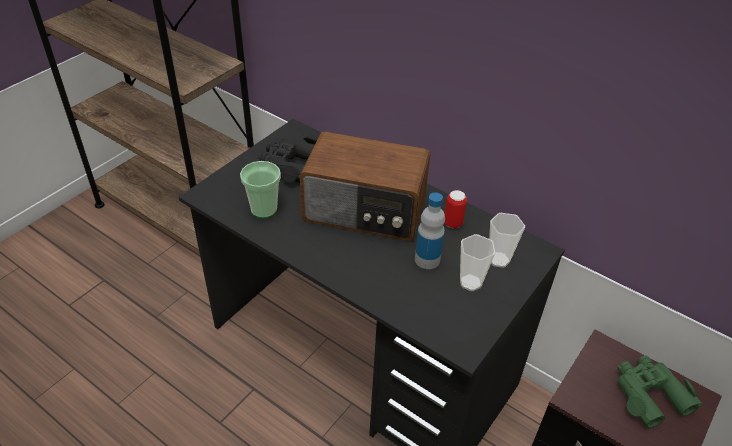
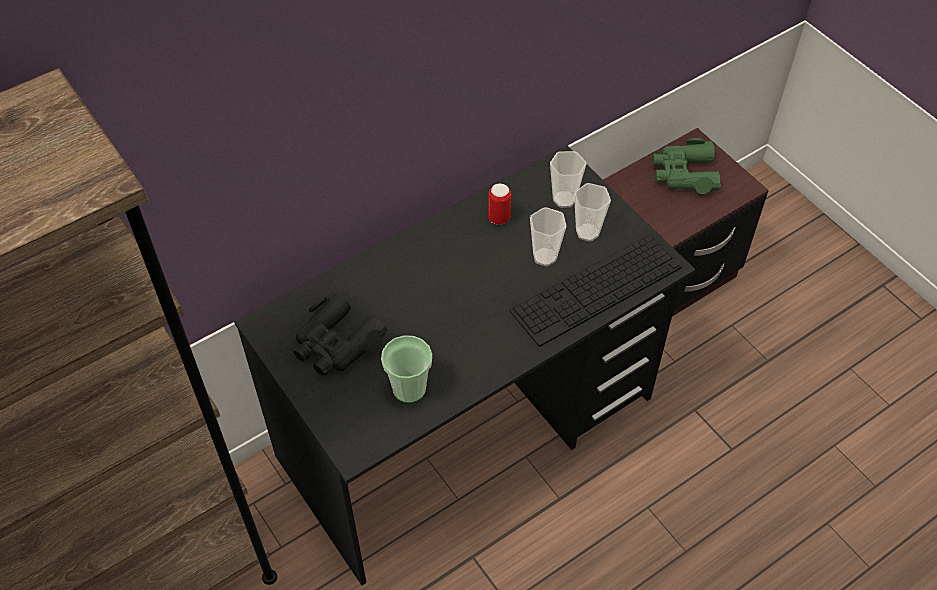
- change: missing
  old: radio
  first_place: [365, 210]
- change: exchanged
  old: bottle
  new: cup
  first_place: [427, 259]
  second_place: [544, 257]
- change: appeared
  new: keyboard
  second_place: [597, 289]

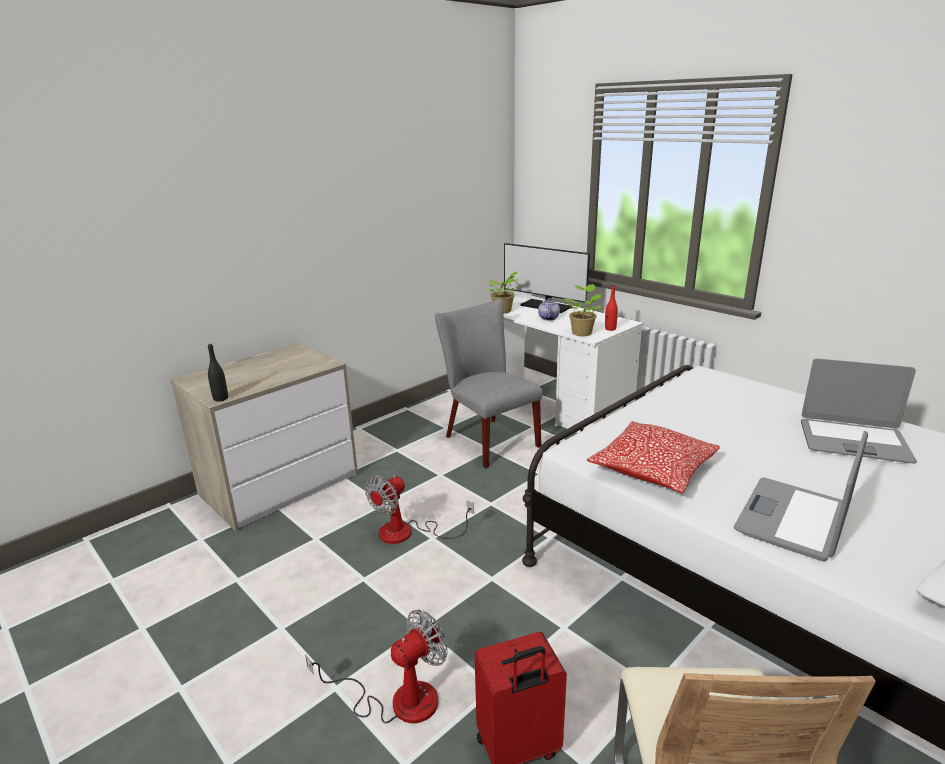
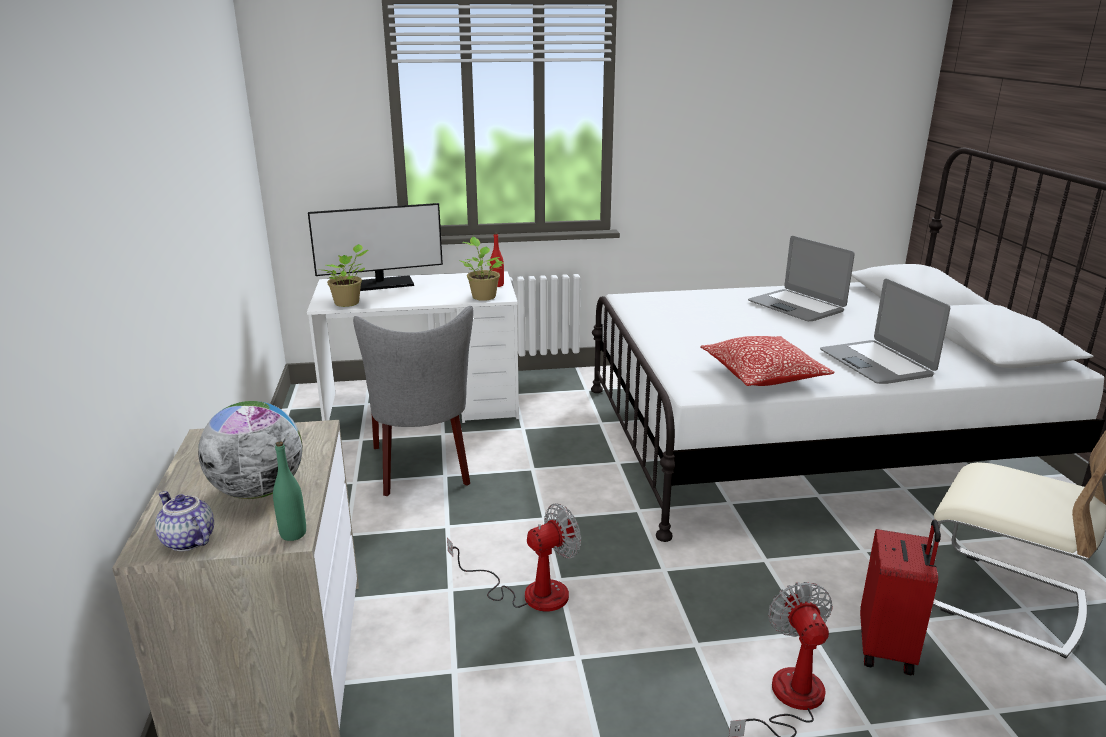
- change: relocated
  old: teapot
  first_place: [548, 318]
  second_place: [187, 541]
- change: spun
  old: chair (grey)
  first_place: [487, 439]
  second_place: [423, 469]
  degrees: -105
- change: colour
  old: bottle (black)
  new: bottle (green)
  first_place: [220, 398]
  second_place: [293, 534]
- change: spun
  old: laptop
  first_place: [853, 441]
  second_place: [796, 306]
  degrees: 90
- change: spun
  old: fan
  first_place: [408, 533]
  second_place: [530, 592]
  degrees: -105
- change: appeared
  new: globe
  second_place: [258, 491]

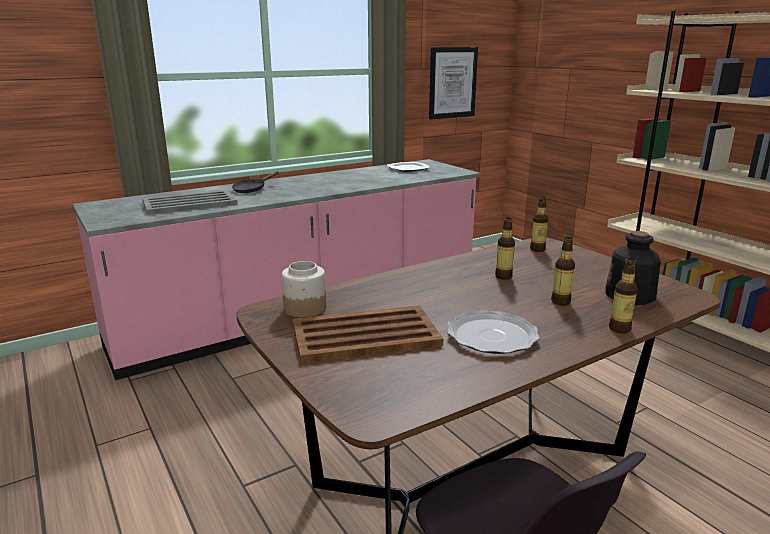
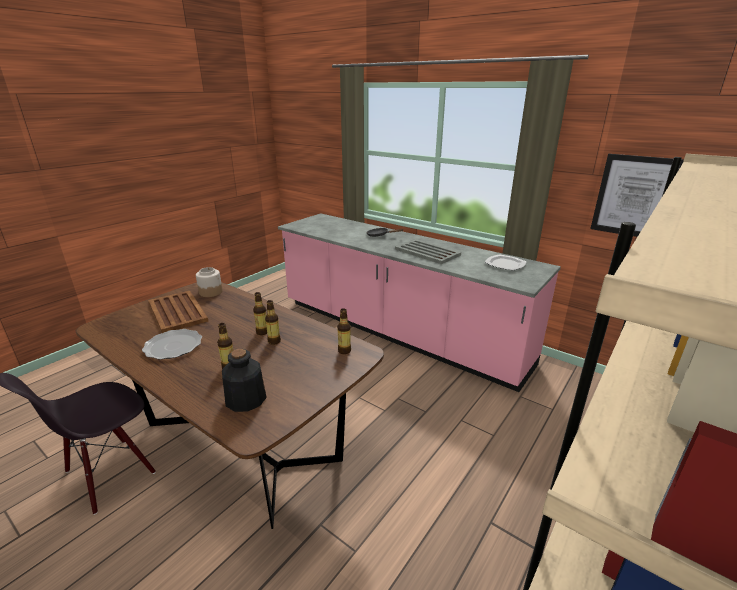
- change: relocated
  old: tray (grey)
  first_place: [191, 203]
  second_place: [427, 252]
- change: relocated
  old: bottle
  first_place: [619, 329]
  second_place: [262, 332]

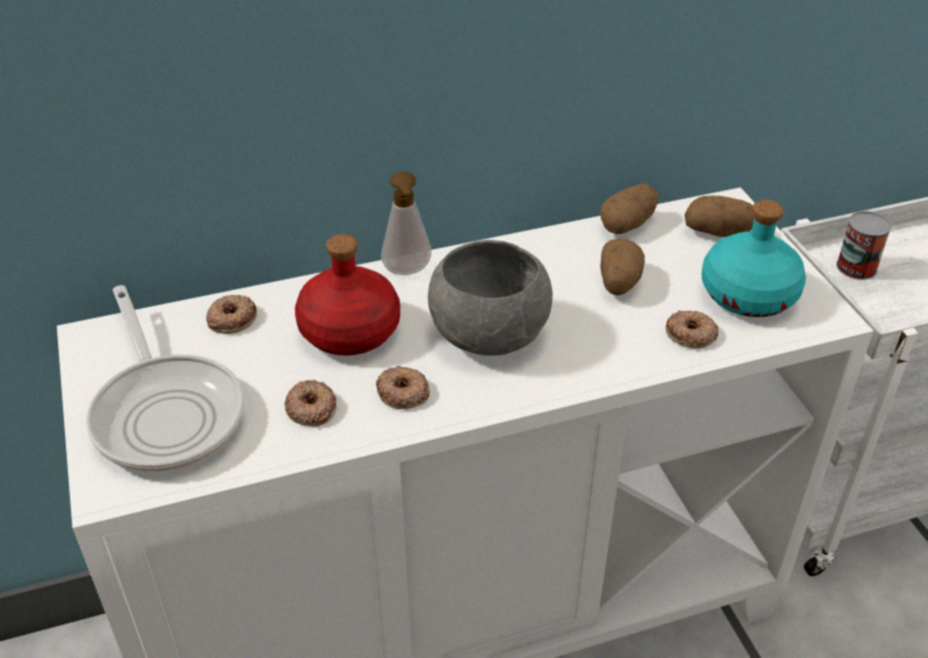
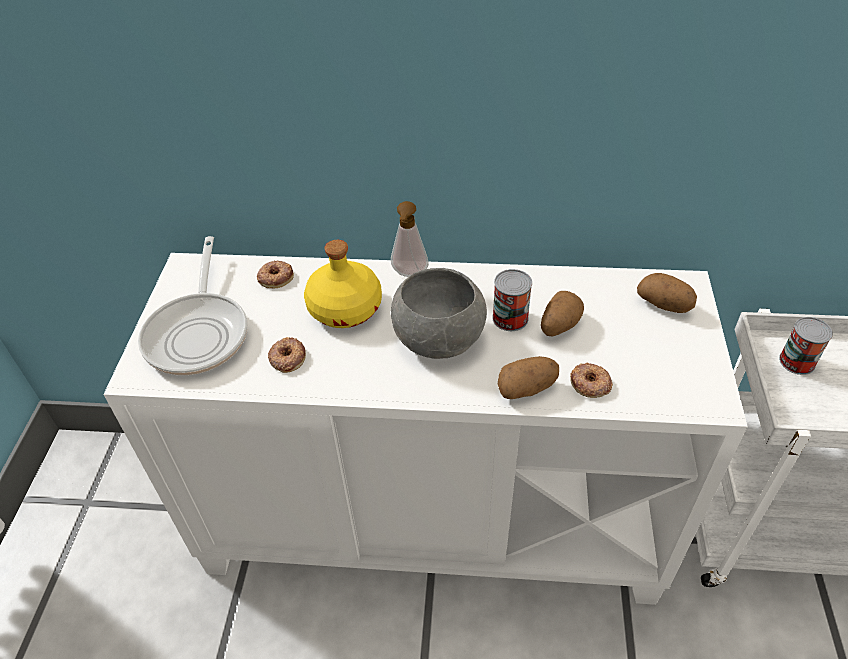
- change: relocated
  old: potato
  first_place: [627, 224]
  second_place: [527, 388]
- change: missing
  old: bottle (turquoise)
  first_place: [749, 295]
- change: colour
  old: bottle (red)
  new: bottle (yellow)
  first_place: [351, 330]
  second_place: [346, 308]
- change: missing
  old: donut
  first_place: [402, 392]
- change: appeared
  new: can
  second_place: [510, 318]

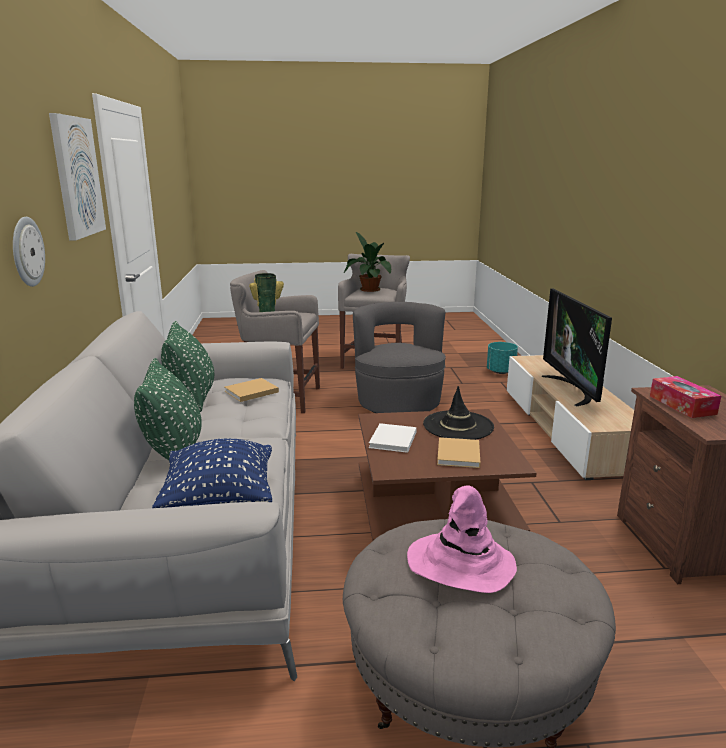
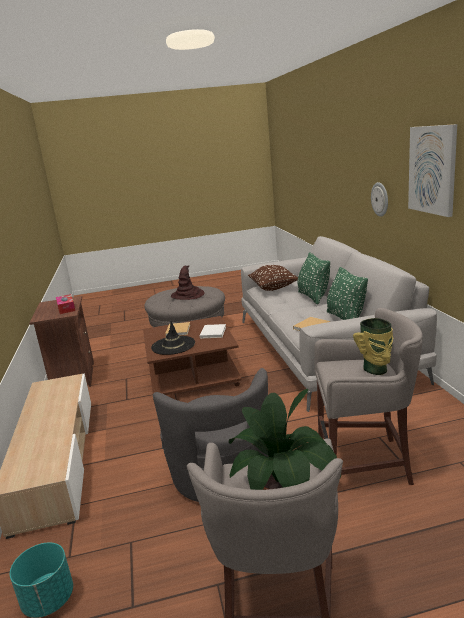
- change: missing
  old: television
  first_place: [572, 390]
- change: colour
  old: pillow (blue)
  new: pillow (brown)
  first_place: [220, 502]
  second_place: [273, 288]
- change: colour
  old: hat (pink)
  new: hat (brown)
  first_place: [460, 564]
  second_place: [188, 295]

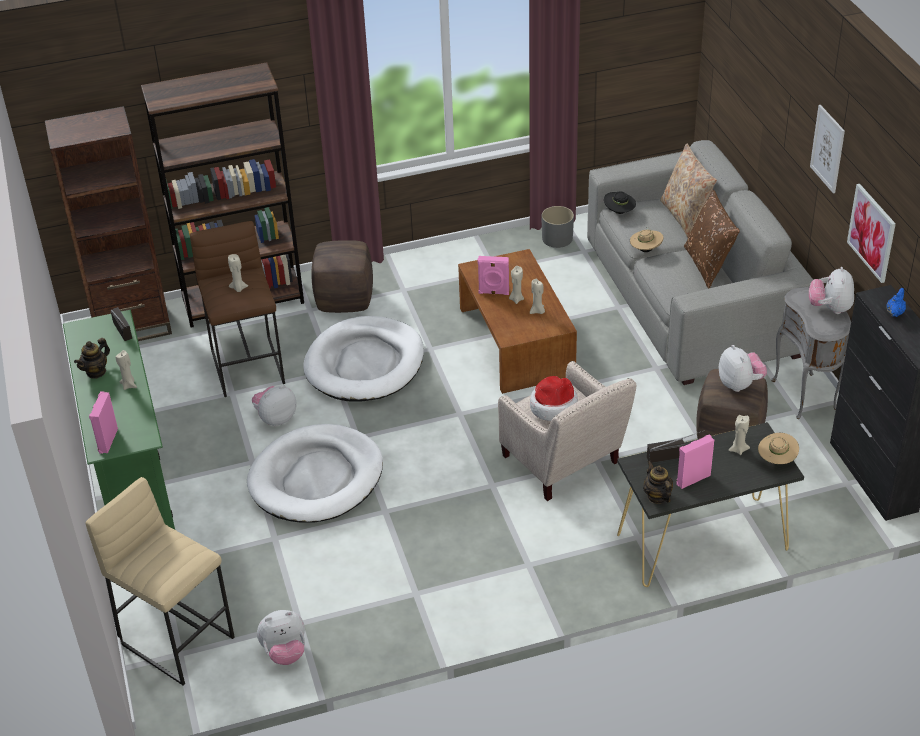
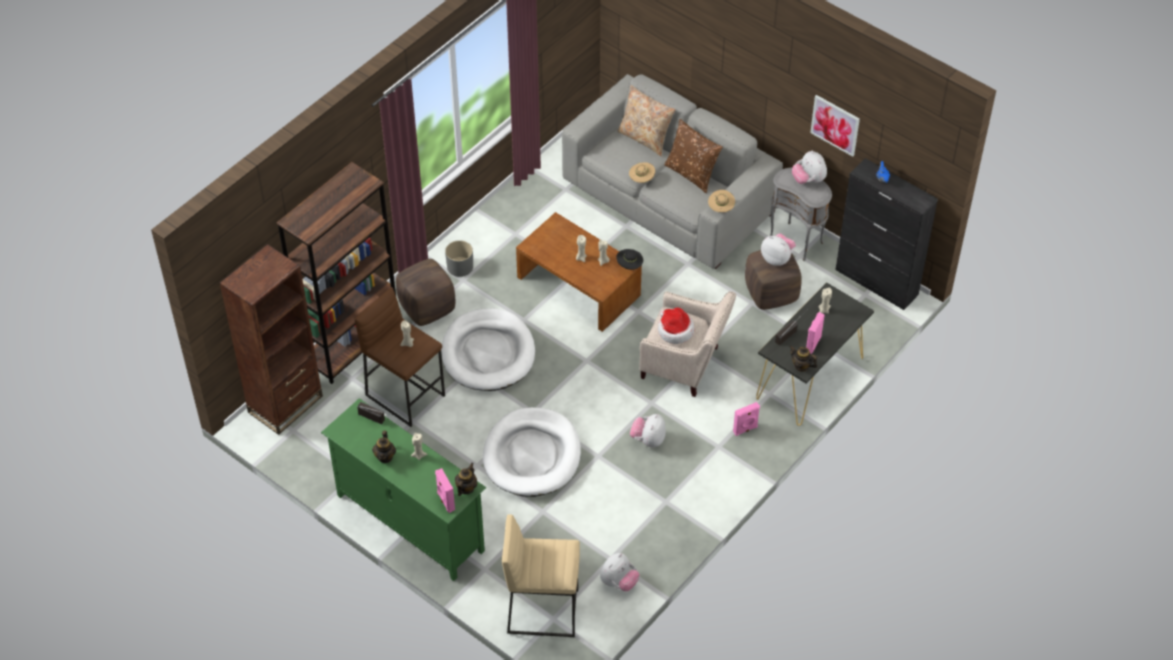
- change: missing
  old: picture
  first_place: [827, 149]
- change: relocated
  old: hat (black)
  first_place: [619, 212]
  second_place: [629, 265]
- change: relocated
  old: planter (grey)
  first_place: [557, 238]
  second_place: [460, 266]
- change: relocated
  old: speaker (pink)
  first_place: [493, 292]
  second_place: [745, 430]
- change: relocated
  old: plush toy
  first_place: [276, 418]
  second_place: [648, 440]
- change: relocated
  old: hat (beige)
  first_place: [776, 460]
  second_place: [721, 208]
- change: appeared
  new: teapot
  second_place: [466, 488]

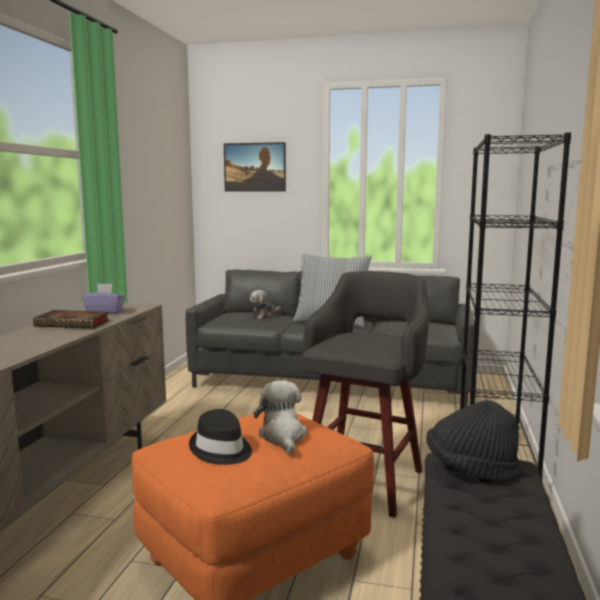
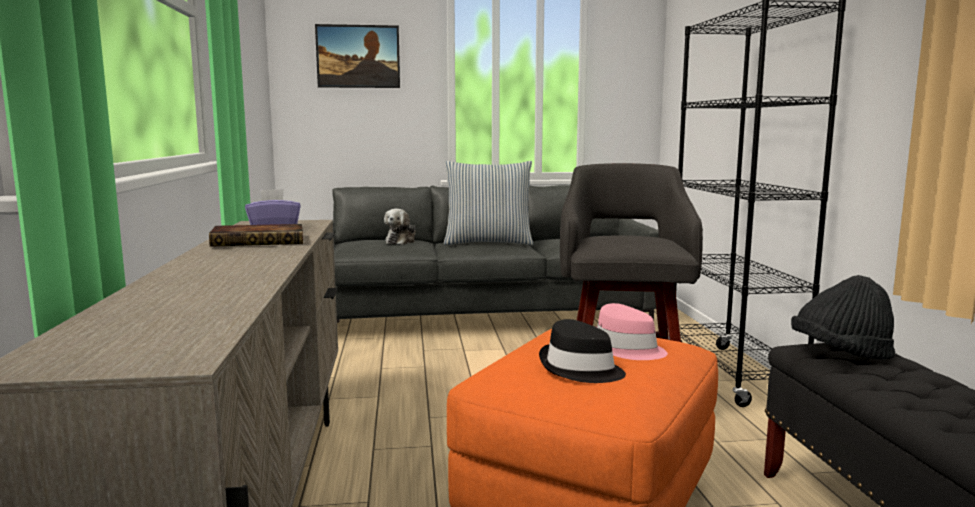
- change: exchanged
  old: plush toy
  new: hat (pink)
  first_place: [283, 437]
  second_place: [626, 348]

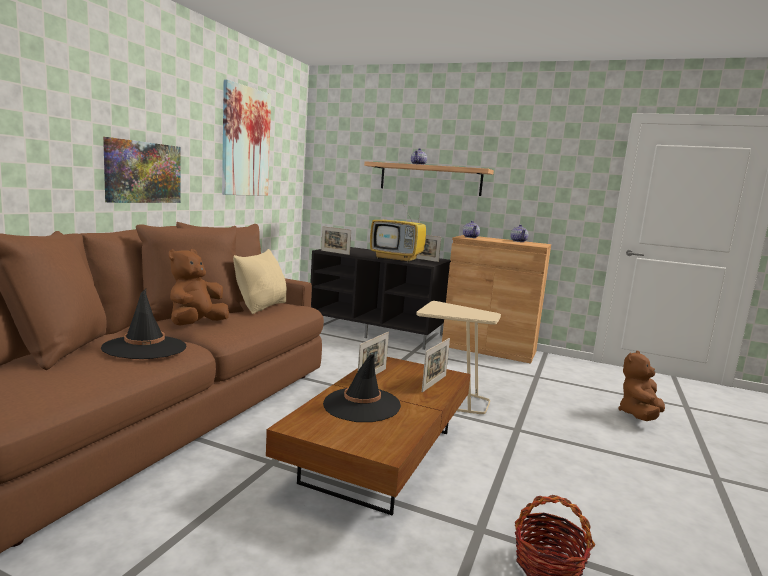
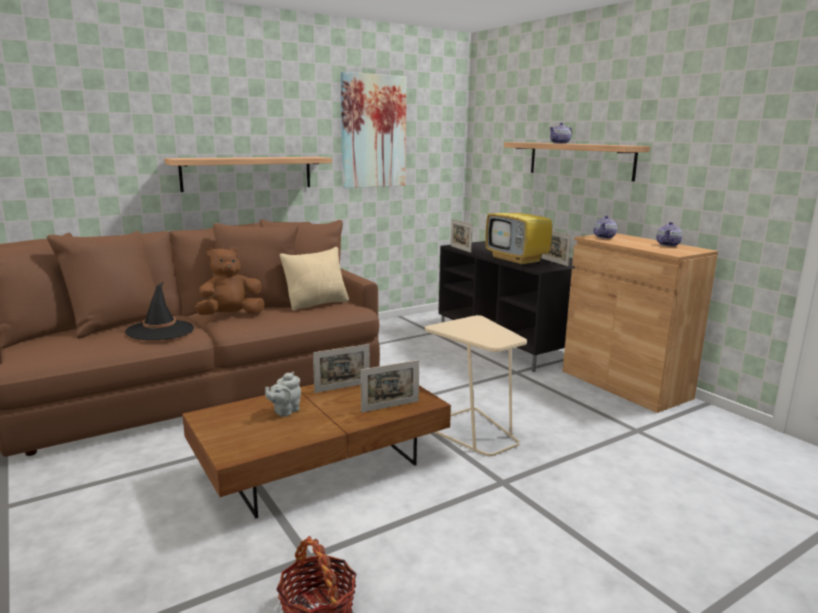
- change: exchanged
  old: picture
  new: shelf
  first_place: [143, 172]
  second_place: [247, 173]
- change: missing
  old: plush toy (brown)
  first_place: [639, 416]
- change: exchanged
  old: hat (black)
  new: teapot (grey)
  first_place: [361, 405]
  second_place: [285, 411]

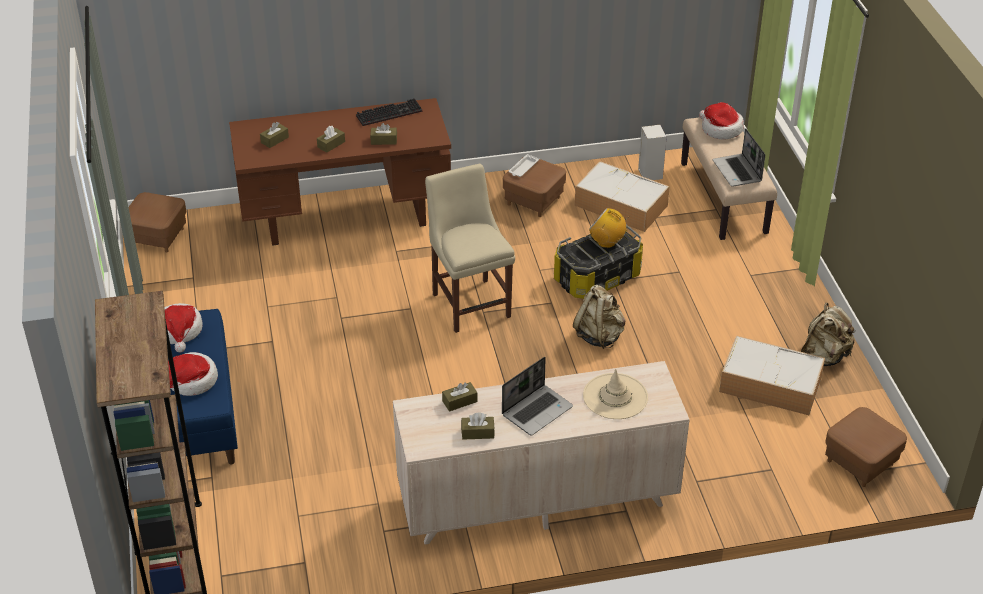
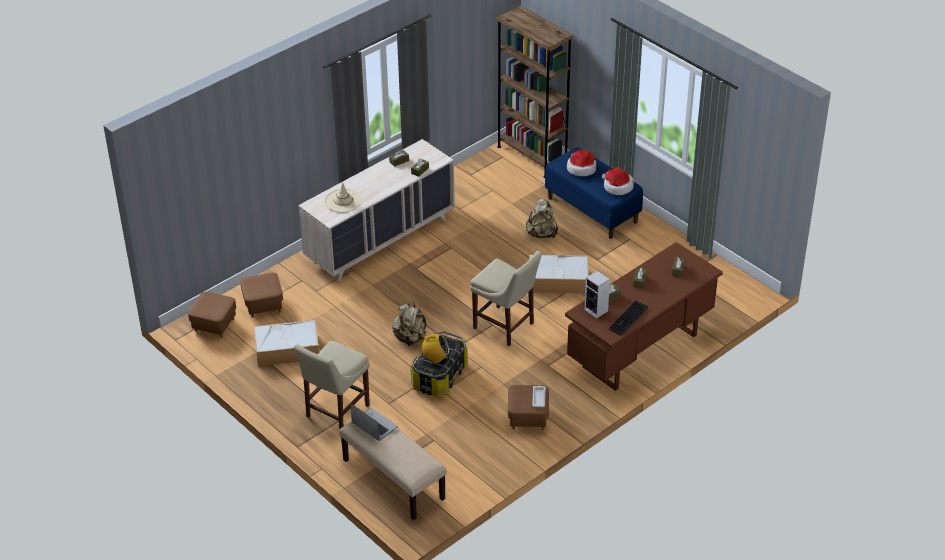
- change: missing
  old: hat
  first_place: [720, 129]
- change: relocated
  old: speaker
  first_place: [649, 173]
  second_place: [597, 310]
- change: relocated
  old: storage box
  first_place: [619, 205]
  second_place: [559, 280]
- change: relocated
  old: ottoman (brown)
  first_place: [157, 237]
  second_place: [263, 305]
- change: relocated
  old: backpack (beige)
  first_place: [824, 357]
  second_place: [541, 233]
- change: missing
  old: laptop
  first_place: [537, 410]
- change: appeared
  new: chair (beige)
  second_place: [335, 413]

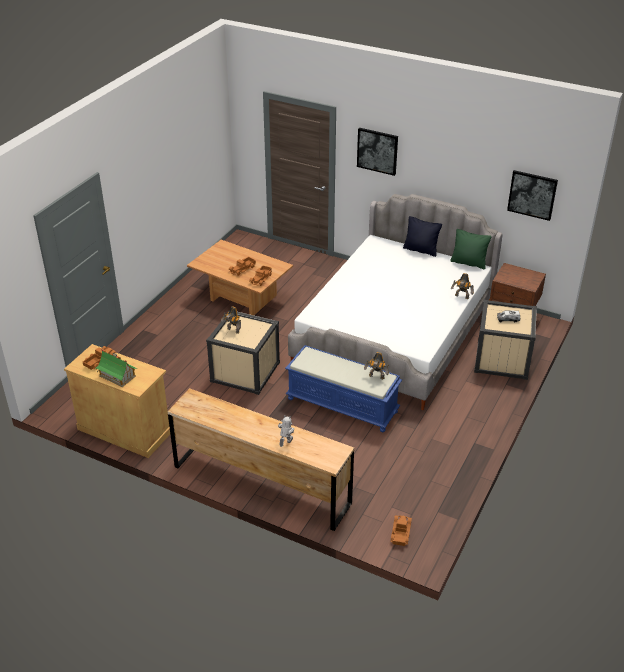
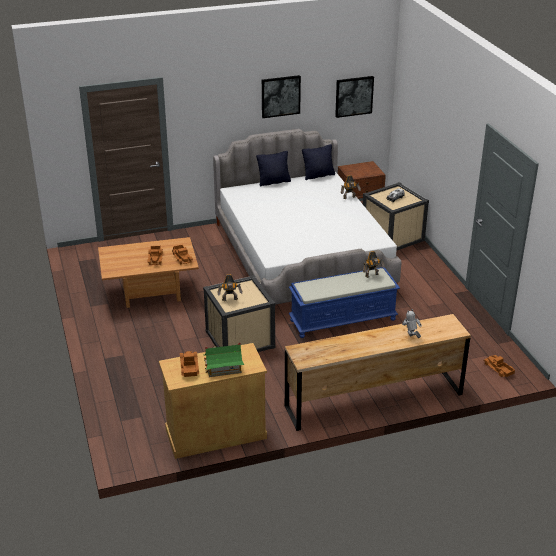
- change: relocated
  old: picture
  first_place: [377, 151]
  second_place: [280, 96]
- change: colour
  old: pillow (green)
  new: pillow (black)
  first_place: [468, 263]
  second_place: [318, 175]

